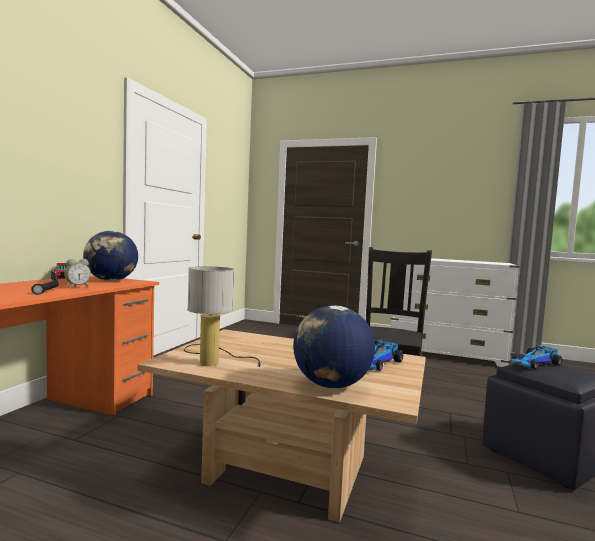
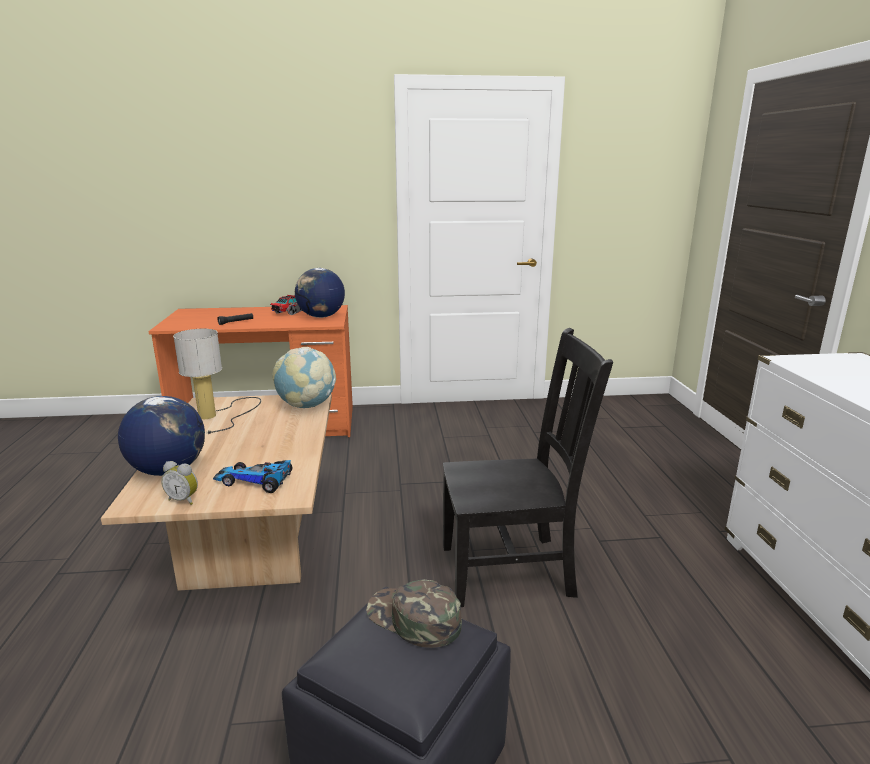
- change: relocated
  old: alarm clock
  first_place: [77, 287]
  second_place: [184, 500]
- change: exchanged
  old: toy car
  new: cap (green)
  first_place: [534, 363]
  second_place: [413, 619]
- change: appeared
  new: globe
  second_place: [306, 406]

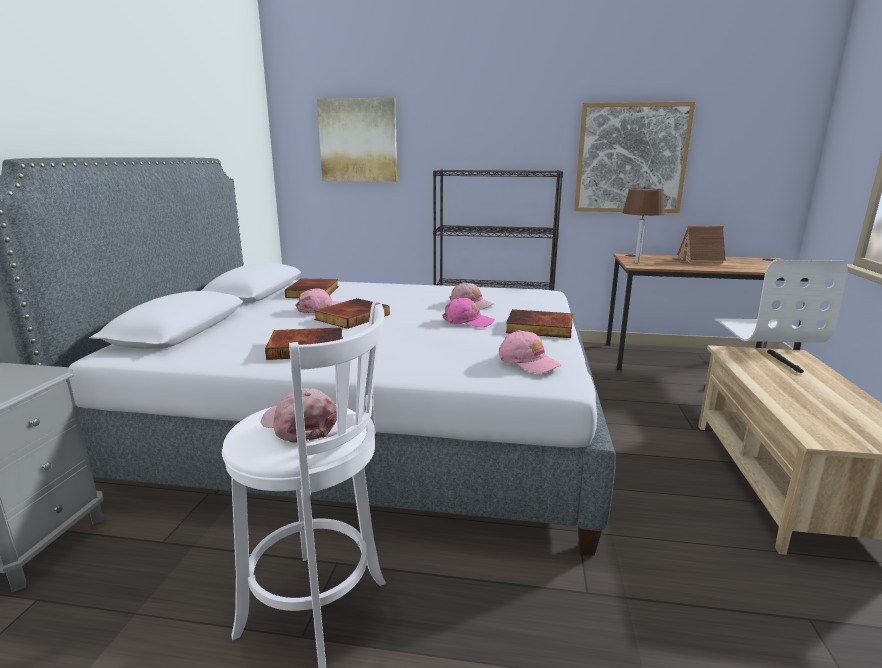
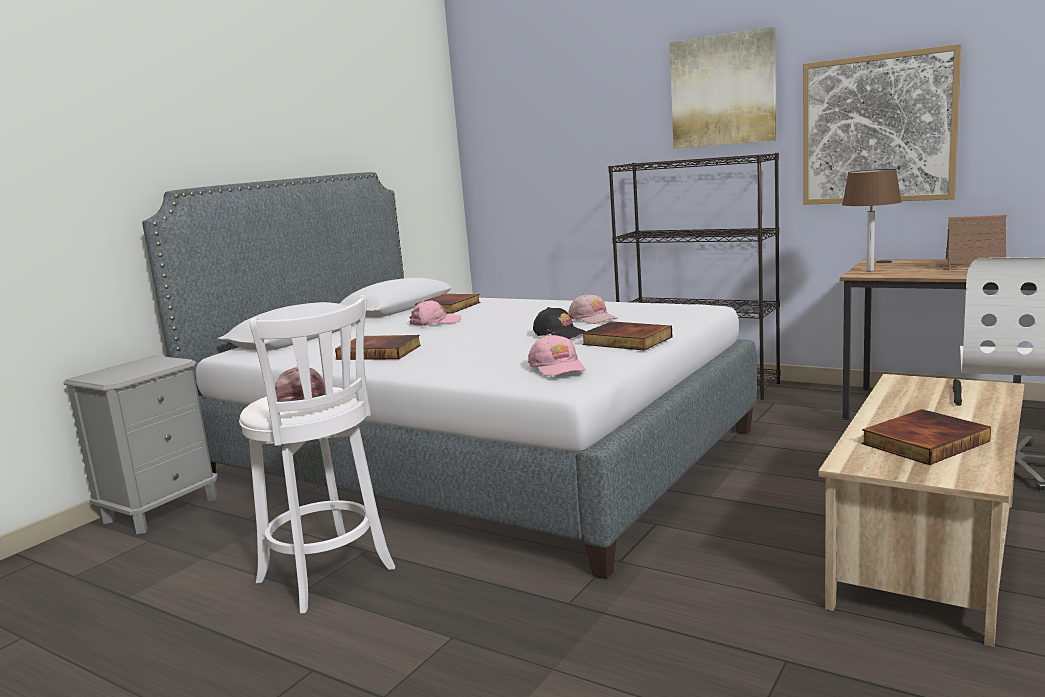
- change: relocated
  old: picture
  first_place: [358, 140]
  second_place: [723, 90]
- change: colour
  old: cap (pink)
  new: cap (black)
  first_place: [467, 321]
  second_place: [559, 333]
- change: relocated
  old: book
  first_place: [352, 316]
  second_place: [923, 442]

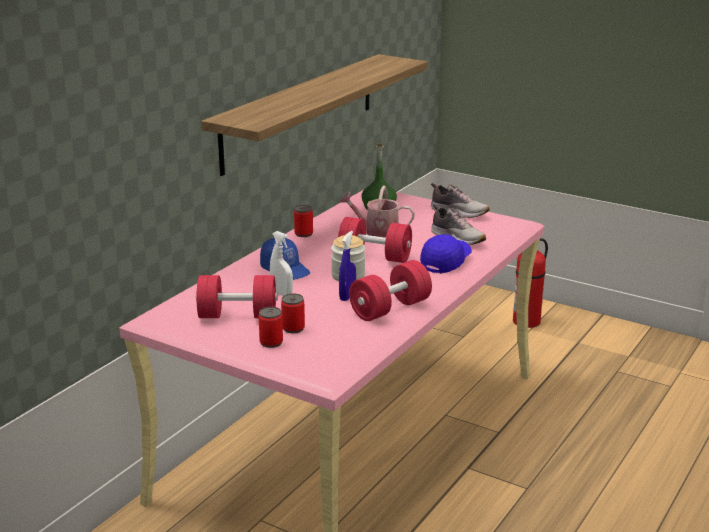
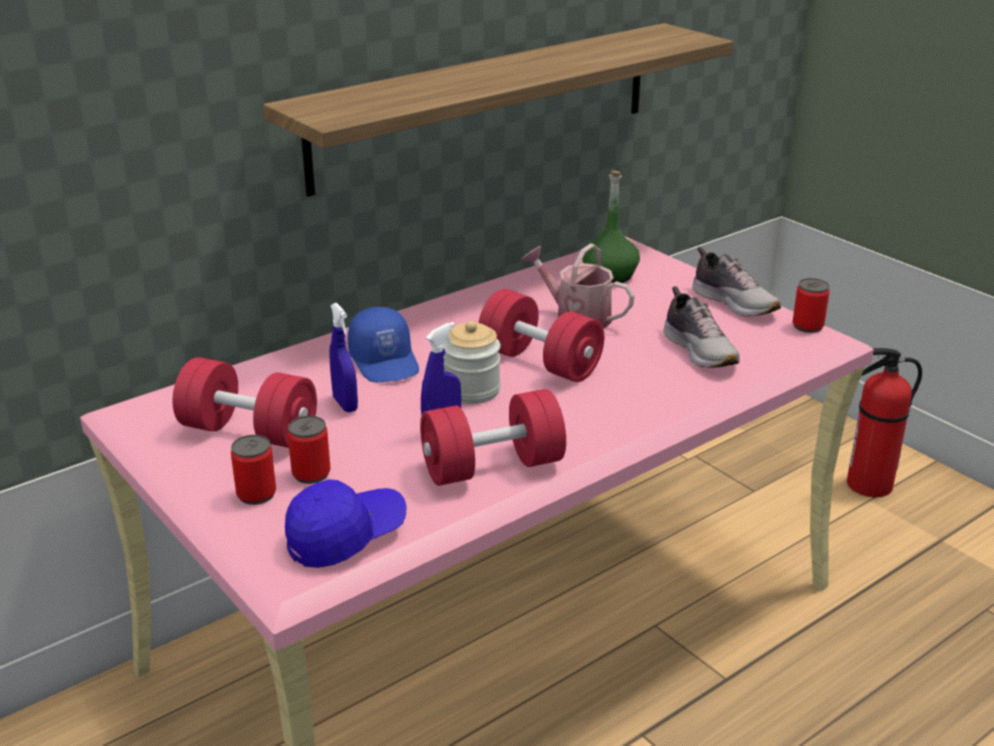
- change: relocated
  old: can
  first_place: [303, 234]
  second_place: [807, 326]
- change: colour
  old: spray bottle (white)
  new: spray bottle (blue)
  first_place: [281, 294]
  second_place: [345, 404]
- change: relocated
  old: cap (blue)
  first_place: [446, 262]
  second_place: [346, 537]

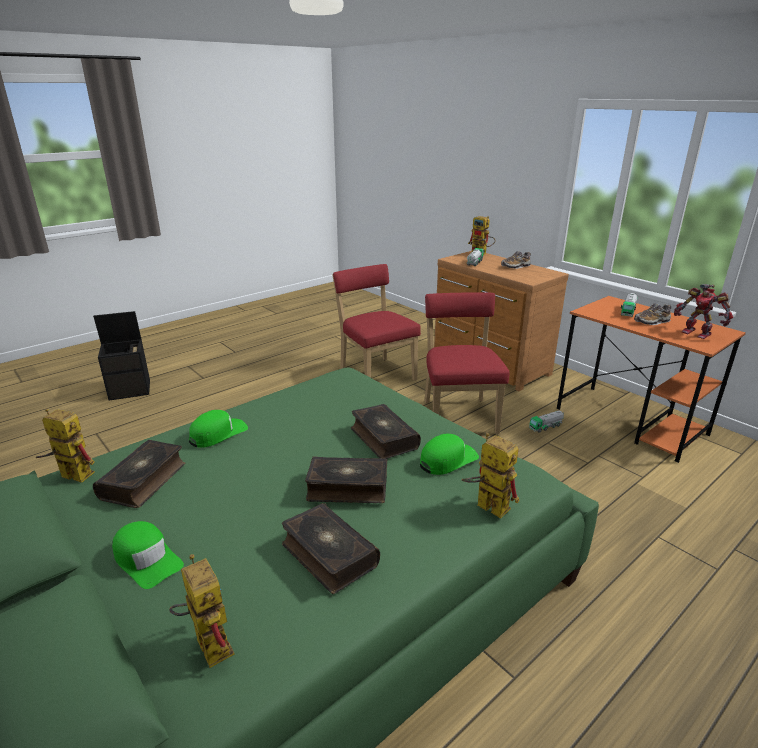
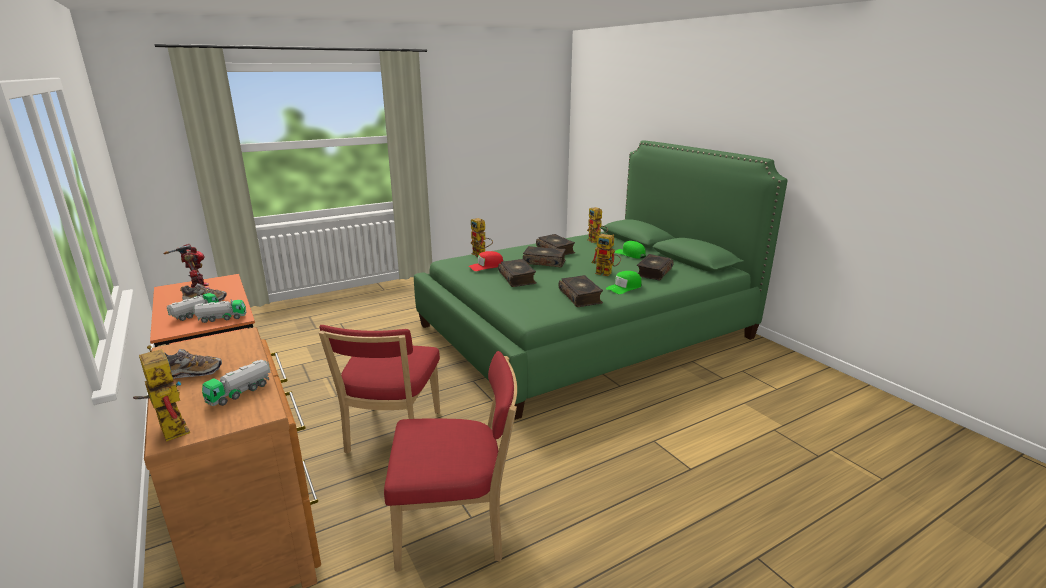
- change: spun
  old: chair (red)
  first_place: [375, 374]
  second_place: [457, 529]
  degrees: -75
- change: missing
  old: storage box (black)
  first_place: [131, 389]
- change: relocated
  old: toy robot
  first_place: [70, 475]
  second_place: [607, 273]
- change: relocated
  old: toy truck
  first_place: [545, 427]
  second_place: [222, 318]
- change: colour
  old: cap (green)
  new: cap (red)
  first_place: [448, 459]
  second_place: [486, 266]
- change: appeared
  new: book
  second_place: [581, 297]

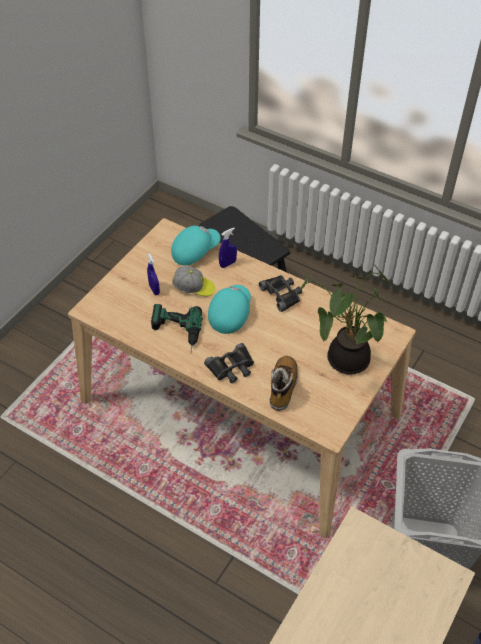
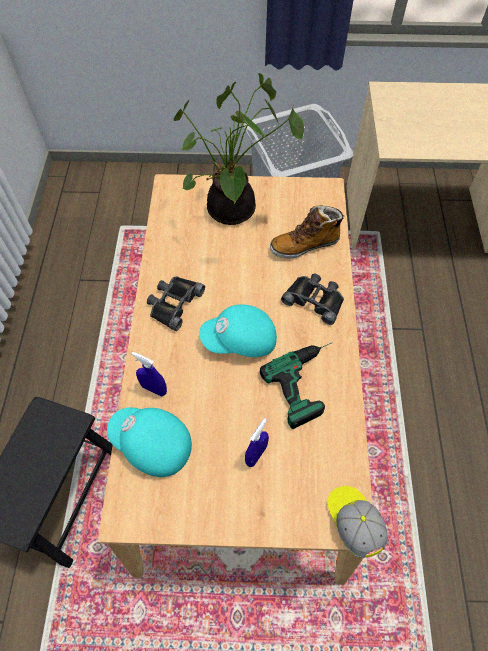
- change: relocated
  old: cap
  first_place: [194, 288]
  second_place: [353, 521]

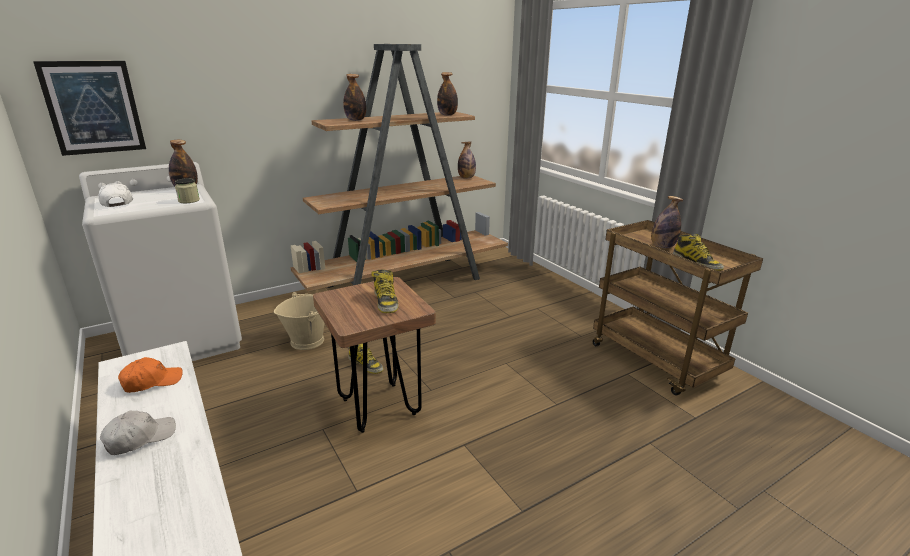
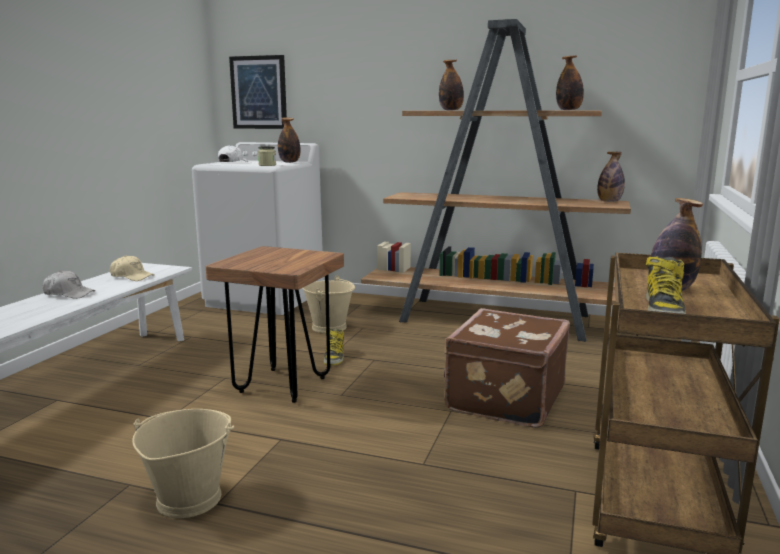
- change: missing
  old: boot
  first_place: [386, 302]
- change: colour
  old: cap (orange)
  new: cap (beige)
  first_place: [152, 381]
  second_place: [132, 276]
- change: appeared
  new: suitcase (brown)
  second_place: [503, 398]
- change: appeared
  new: bucket (beige)
  second_place: [188, 498]

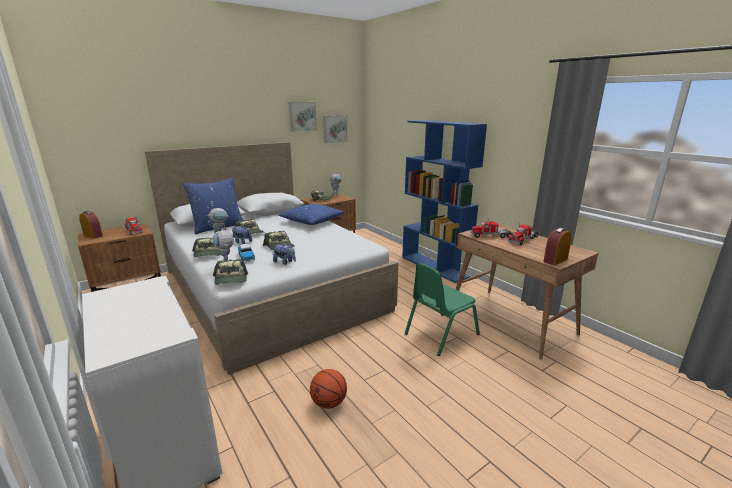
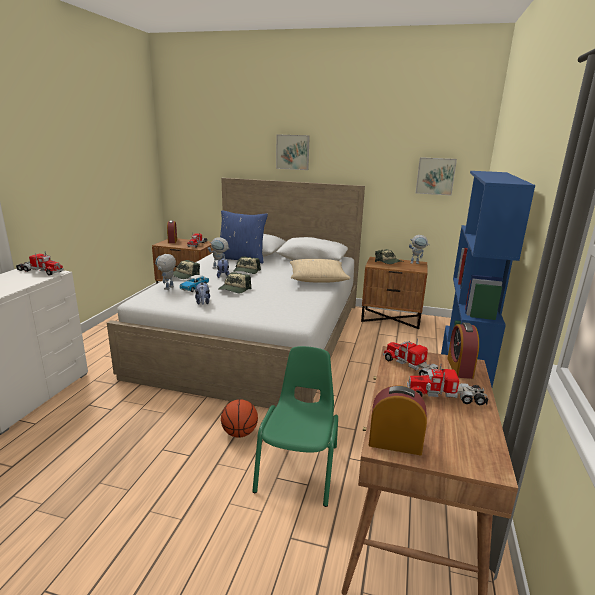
- change: relocated
  old: picture
  first_place: [302, 116]
  second_place: [293, 152]
- change: colour
  old: pillow (blue)
  new: pillow (beige)
  first_place: [312, 221]
  second_place: [317, 279]
- change: missing
  old: cap
  first_place: [231, 279]
- change: spun
  old: chair (green)
  first_place: [440, 334]
  second_place: [299, 468]
  degrees: 90
- change: relocated
  old: basketball
  first_place: [329, 402]
  second_place: [240, 433]
- change: appeared
  new: toy truck
  second_place: [40, 271]
- change: appeared
  new: alarm clock
  second_place: [460, 368]

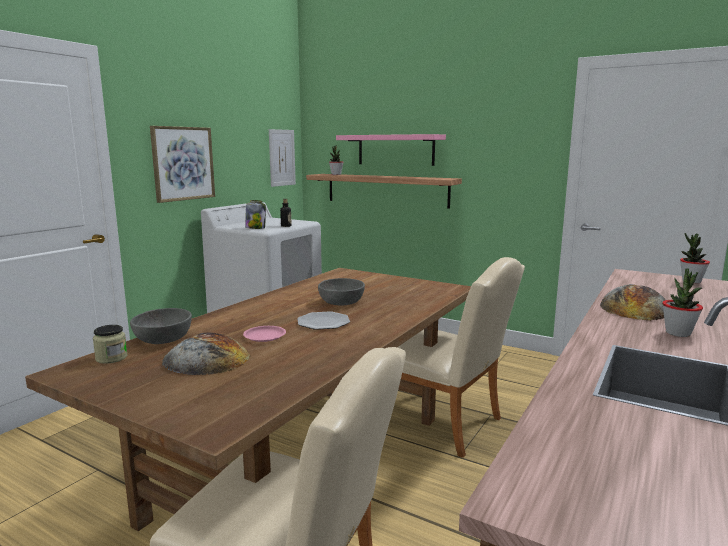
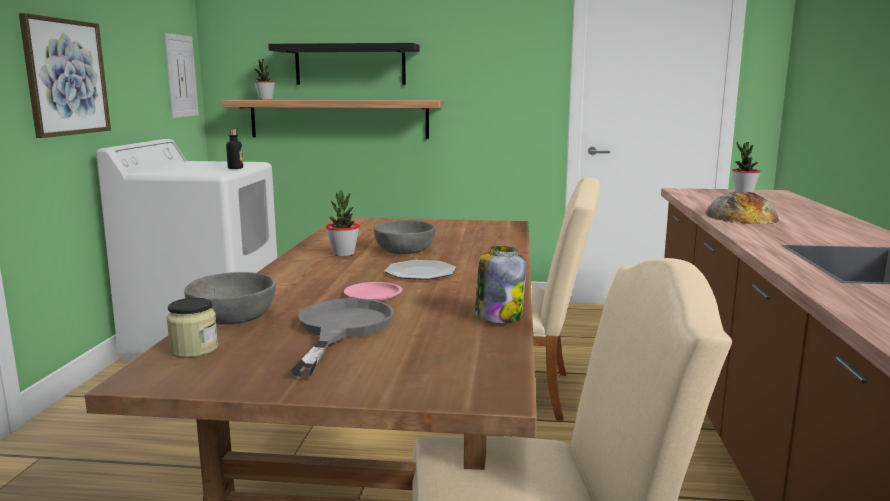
- change: colour
  old: shelf (pink)
  new: shelf (black)
  first_place: [395, 150]
  second_place: [350, 65]
- change: relocated
  old: jar
  first_place: [255, 228]
  second_place: [498, 317]
- change: relocated
  old: potted plant
  first_place: [678, 333]
  second_place: [343, 254]
- change: exchanged
  old: bread
  new: frying pan (grey)
  first_place: [206, 359]
  second_place: [341, 329]

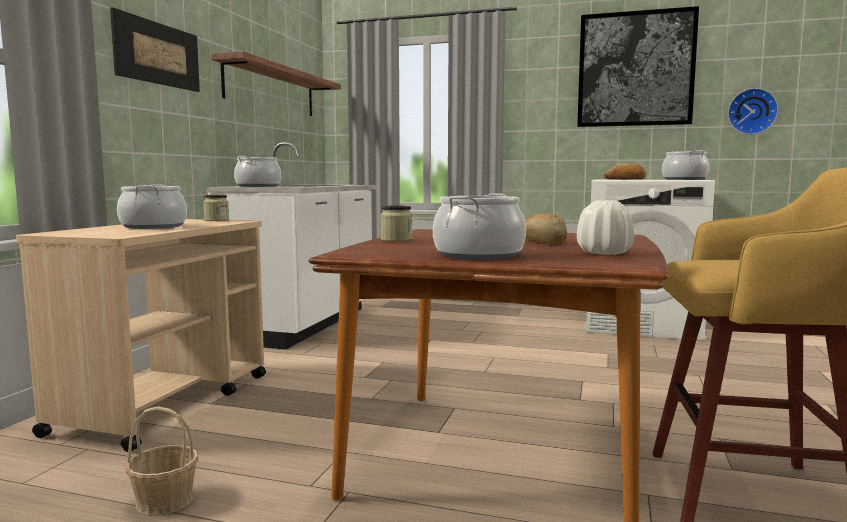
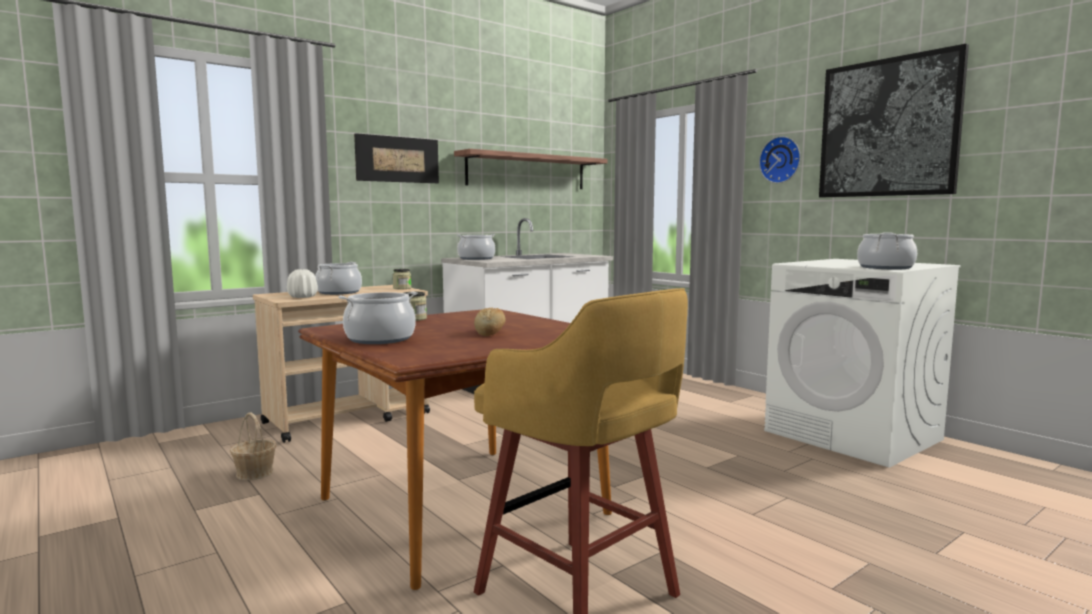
- change: relocated
  old: wall clock
  first_place: [751, 111]
  second_place: [781, 160]
- change: missing
  old: bread
  first_place: [625, 179]
- change: relocated
  old: vase (white)
  first_place: [604, 253]
  second_place: [302, 297]

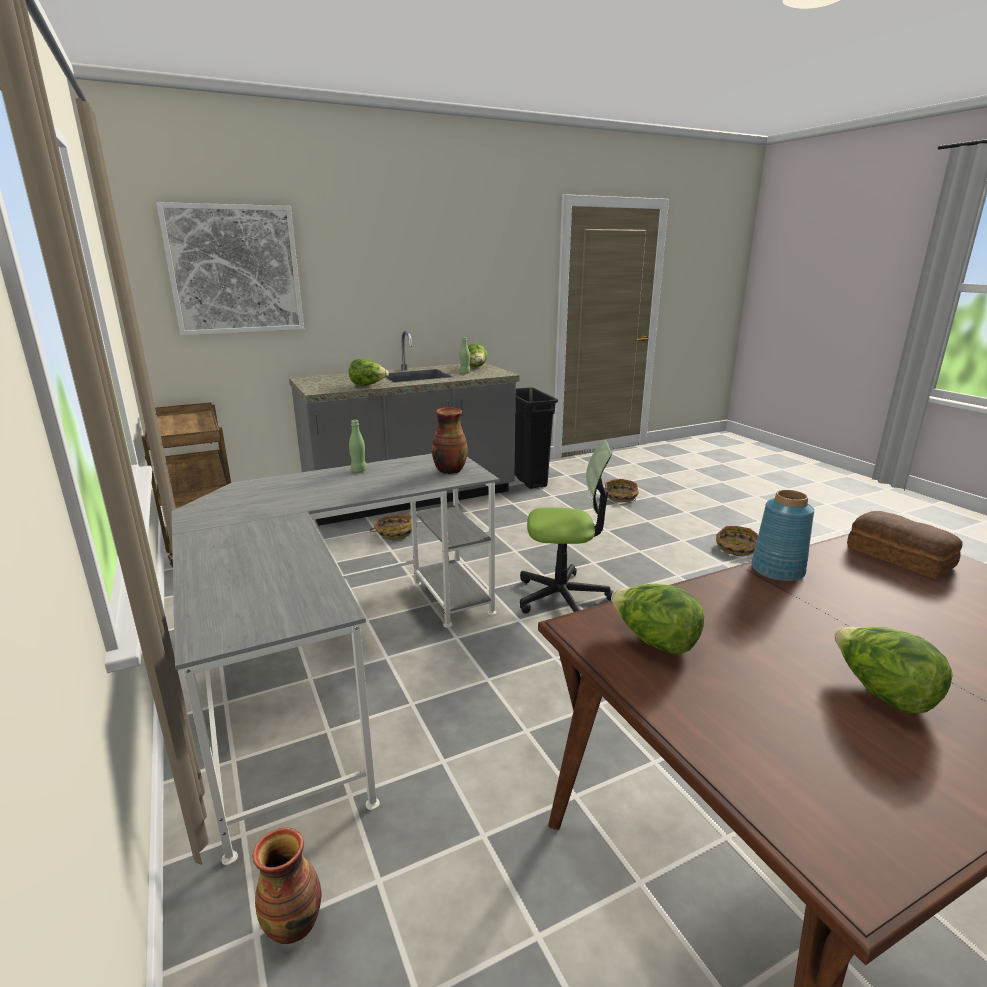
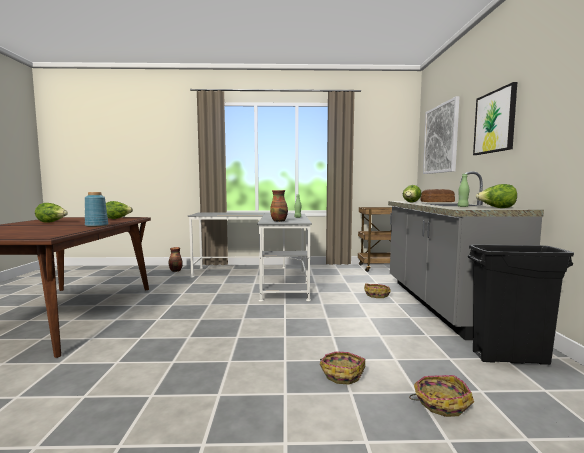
- change: missing
  old: office chair
  first_place: [562, 597]
- change: relocated
  old: bread
  first_place: [900, 558]
  second_place: [436, 202]
- change: relocated
  old: basket
  first_place: [735, 549]
  second_place: [342, 374]
- change: appeared
  new: picture
  second_place: [495, 122]

